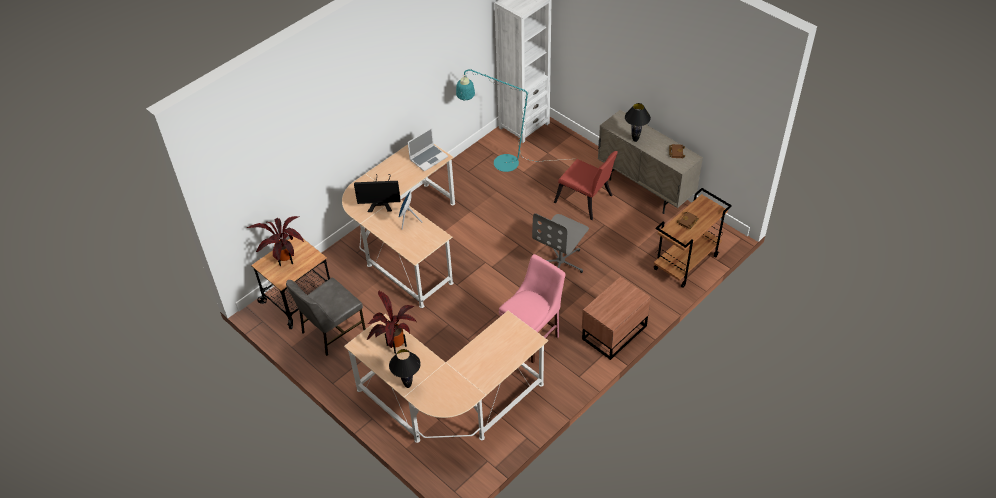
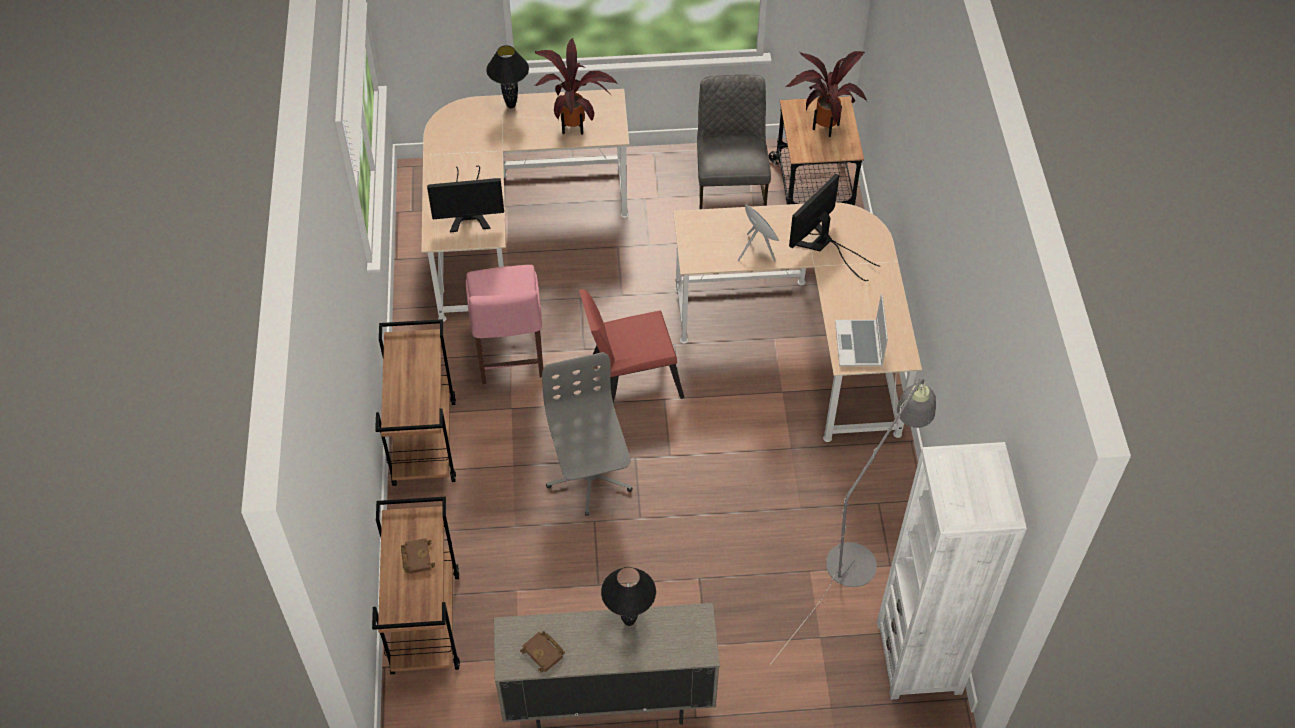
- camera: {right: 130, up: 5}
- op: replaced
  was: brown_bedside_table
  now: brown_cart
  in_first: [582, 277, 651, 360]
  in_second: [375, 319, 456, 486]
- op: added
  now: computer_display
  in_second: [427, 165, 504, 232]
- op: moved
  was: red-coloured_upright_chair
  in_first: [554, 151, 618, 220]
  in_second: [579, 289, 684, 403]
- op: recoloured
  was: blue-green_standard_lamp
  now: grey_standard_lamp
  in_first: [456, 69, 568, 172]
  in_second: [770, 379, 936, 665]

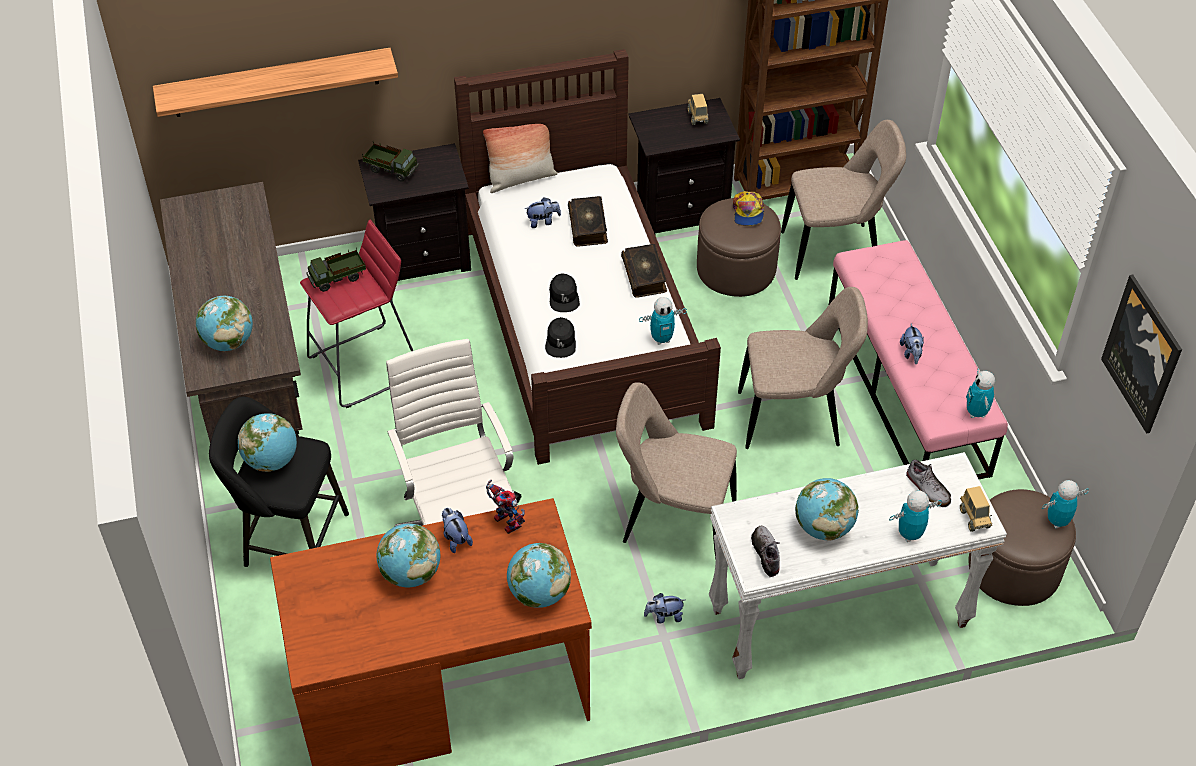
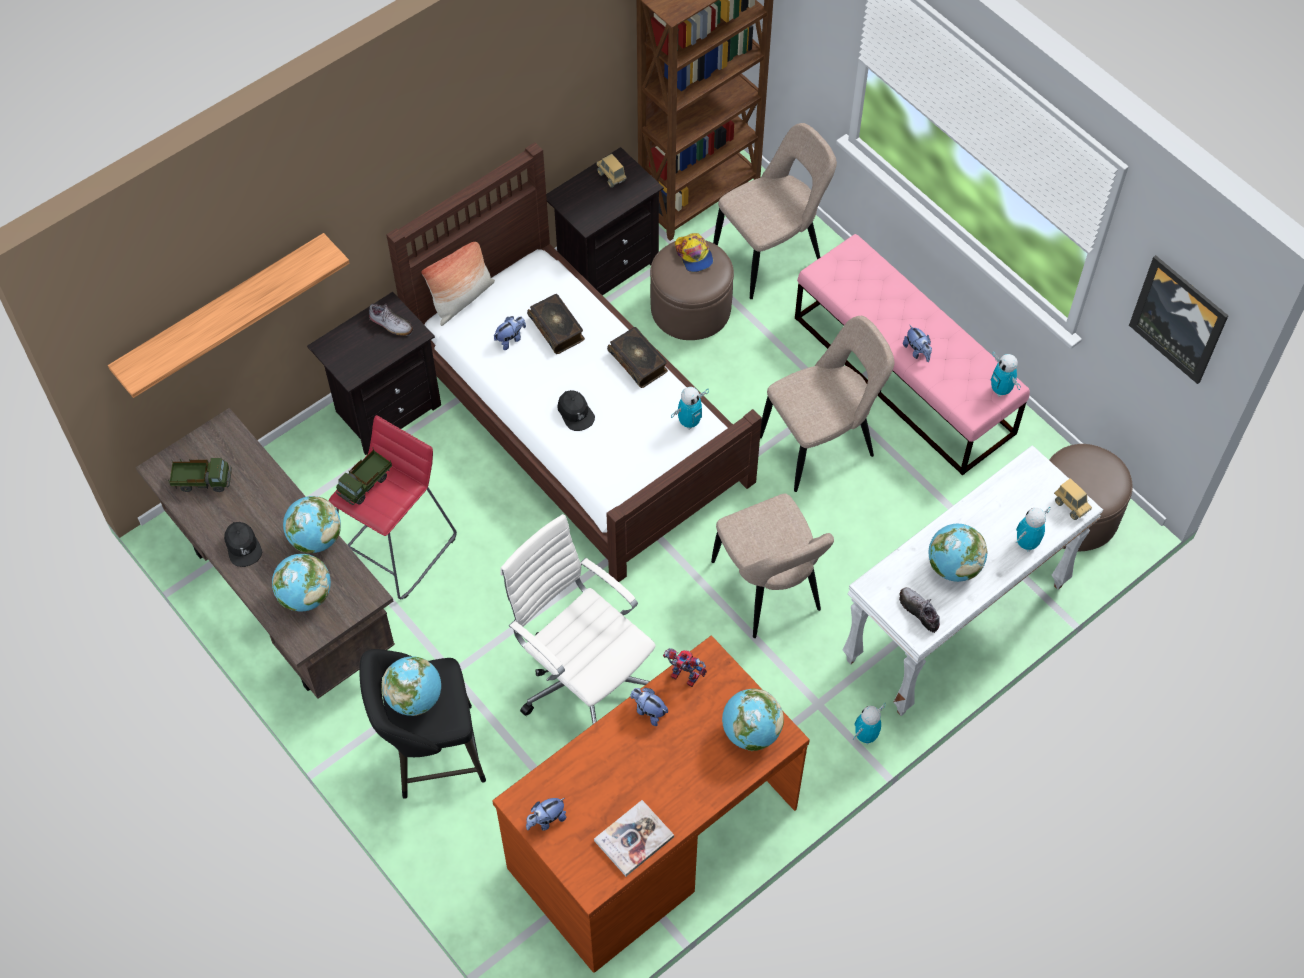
- camera: {right: -25, up: 10}
- op: moved
  was: toy_lorry
  in_first: [362, 142, 419, 181]
  in_second: [168, 458, 232, 492]
- op: moved
  was: black_peaked_cap
  in_first: [545, 317, 576, 358]
  in_second: [224, 522, 263, 567]
- op: moved
  was: world_globe
  in_first: [376, 524, 440, 587]
  in_second: [283, 496, 341, 553]
- op: moved
  was: item_of_footwear
  in_first: [906, 459, 951, 507]
  in_second: [369, 304, 413, 336]
- op: moved
  was: soft_toy
  in_first: [644, 593, 685, 623]
  in_second: [526, 798, 566, 831]
- op: added
  now: book
  in_second: [594, 800, 674, 876]
- op: turned
  was: sand-coloured_upright_chair
  in_first: [616, 382, 737, 559]
  in_second: [711, 494, 834, 638]
  clockwise: -105
- op: moved
  was: model_robot
  in_first: [1042, 480, 1089, 529]
  in_second: [853, 703, 886, 744]

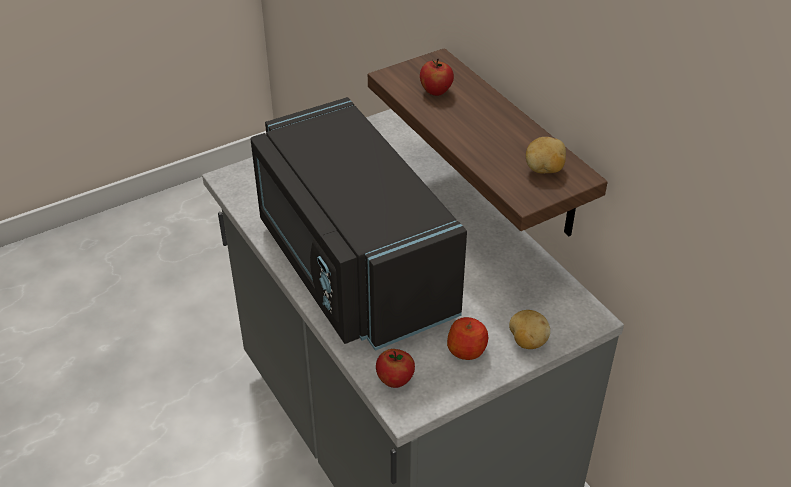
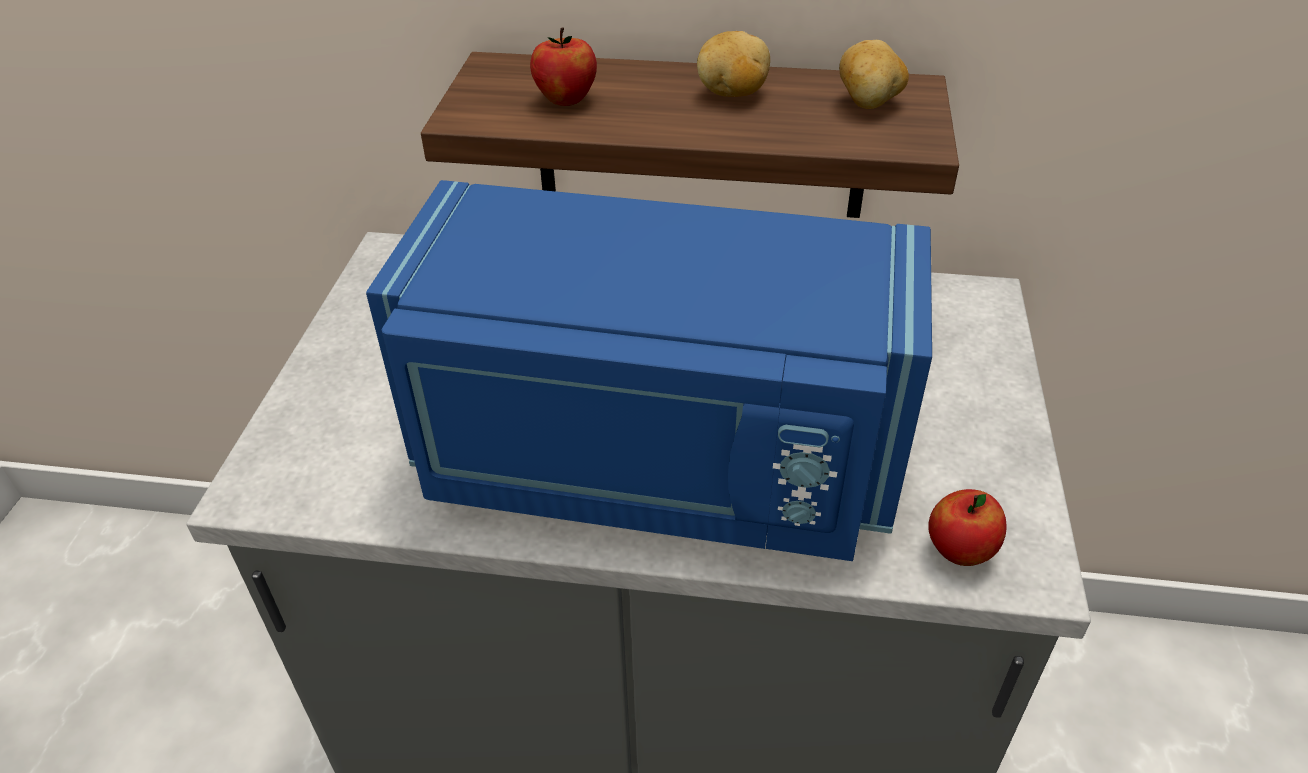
- camera: {right: -50, up: 0}
- op: recoloured
  was: black_kitchen_microwave
  now: bluish_kitchen_microwave
  in_first: [250, 97, 467, 350]
  in_second: [366, 180, 932, 561]
- op: moved
  was: spud
  in_first: [509, 310, 550, 349]
  in_second: [697, 31, 770, 97]
- op: removed
  was: apple_fruit
  in_first: [447, 317, 488, 360]

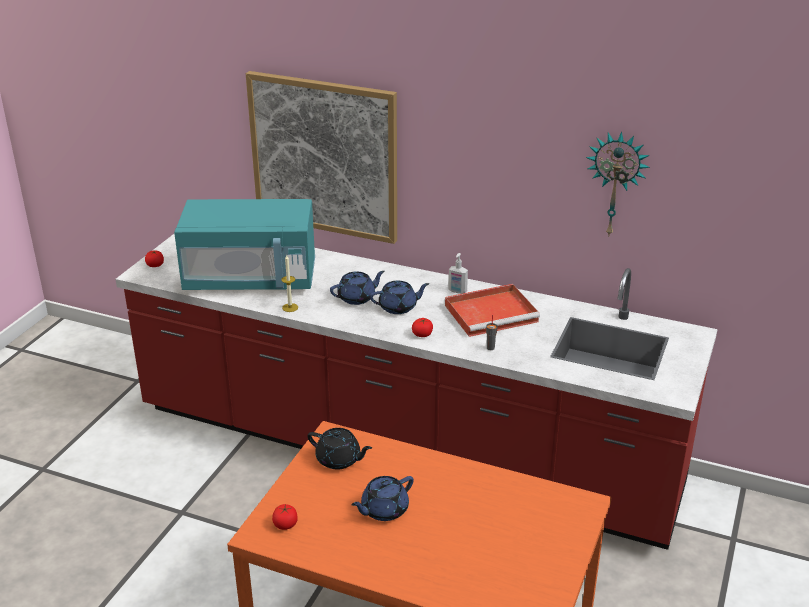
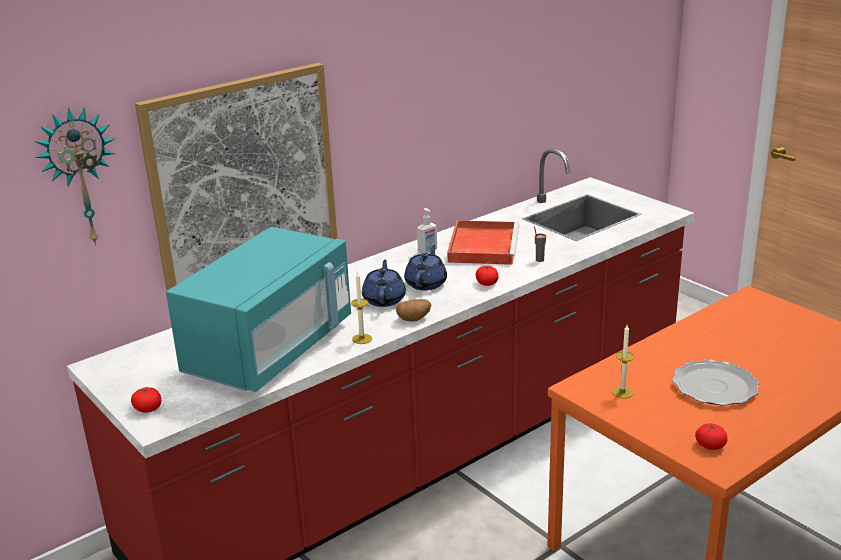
- camera: {right: -60, up: -5}
- op: moved
  was: clock_on_the_wall
  in_first: [586, 132, 650, 235]
  in_second: [35, 107, 115, 246]
- op: added
  now: spud
  in_second: [396, 299, 431, 321]
- op: replaced
  was: black_tea_pot
  now: candle
  in_first: [308, 428, 372, 470]
  in_second: [612, 325, 634, 399]
- op: replaced
  was: bluish_tea_pot
  now: dinner_plate
  in_first: [351, 476, 414, 521]
  in_second: [672, 359, 759, 406]

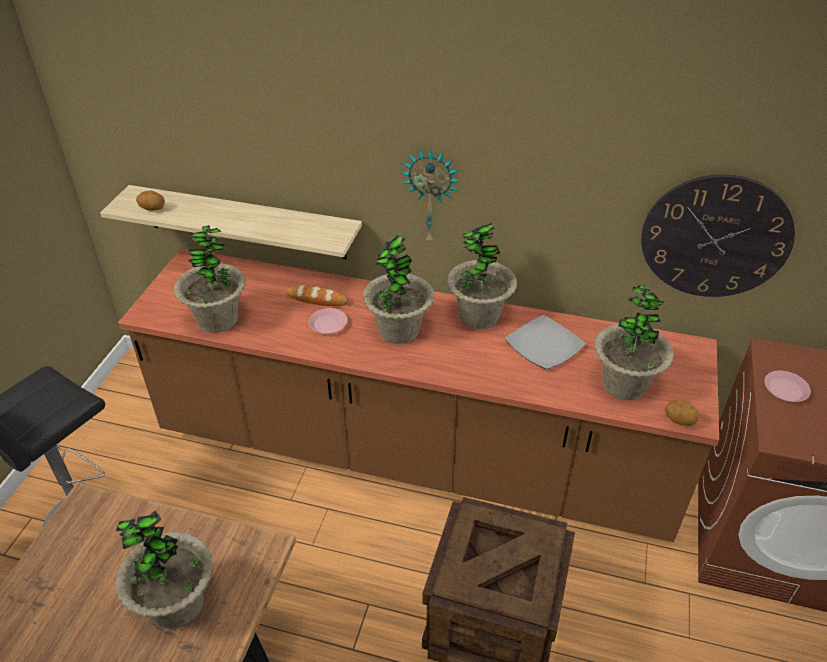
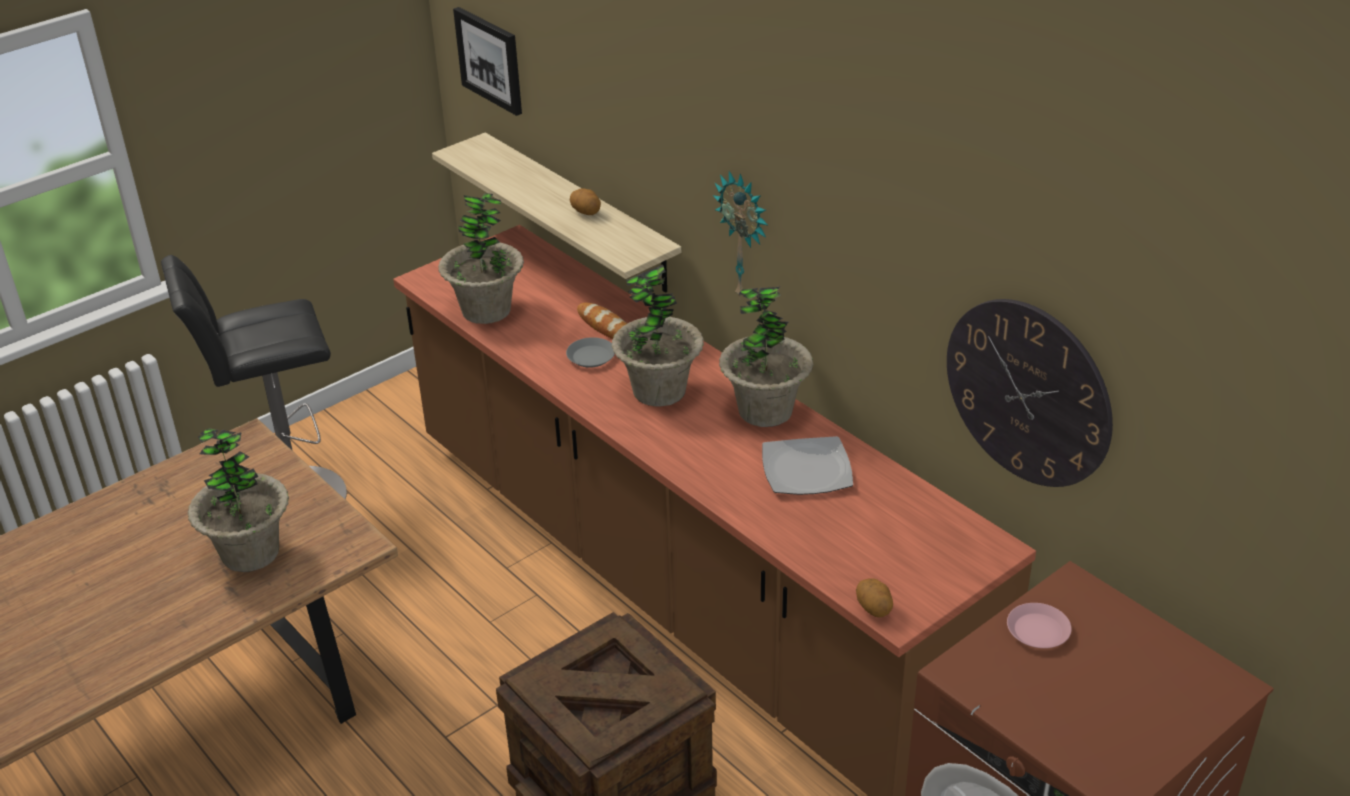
- camera: {right: 35, up: -5}
- op: added
  now: wall_picture
  in_second: [453, 7, 522, 116]
- op: recoloured
  was: pinkish_dinner_plate
  now: grey_dinner_plate
  in_first: [309, 308, 348, 334]
  in_second: [566, 337, 615, 368]
- op: moved
  was: spud
  in_first: [136, 191, 165, 210]
  in_second: [570, 188, 601, 215]
- op: removed
  was: potted_plant
  in_first: [594, 285, 674, 400]

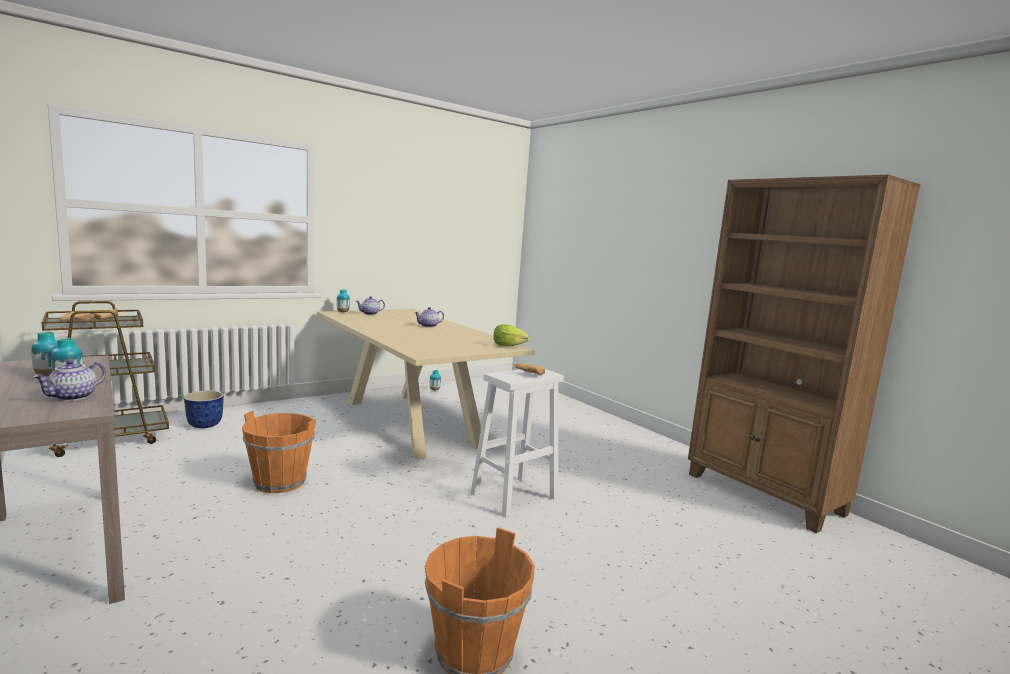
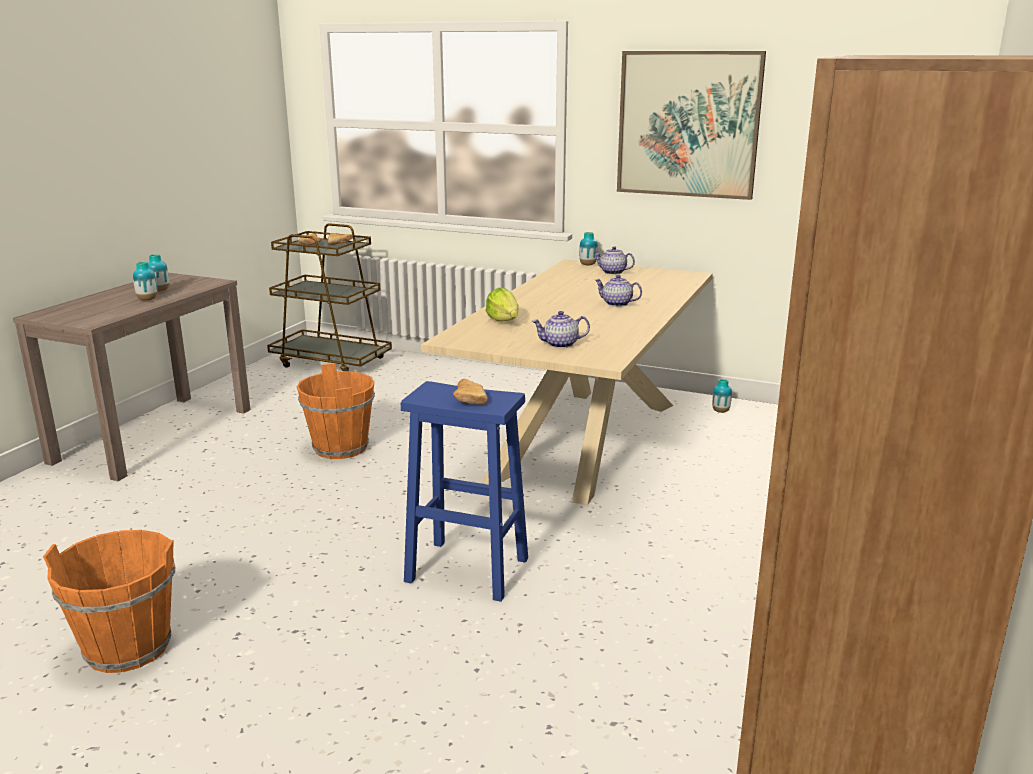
- camera: {right: 60, up: 10}
- op: recoloured
  was: white-coloured_stool
  now: bluish_stool
  in_first: [471, 369, 564, 517]
  in_second: [401, 381, 528, 602]
- op: moved
  was: lettuce_head
  in_first: [493, 324, 529, 347]
  in_second: [486, 288, 519, 322]
- op: moved
  was: tea_pot
  in_first: [33, 360, 106, 401]
  in_second: [532, 311, 590, 348]
- op: added
  now: wall_picture
  in_second: [617, 51, 766, 200]
- op: removed
  was: plant_pot
  in_first: [184, 390, 224, 428]

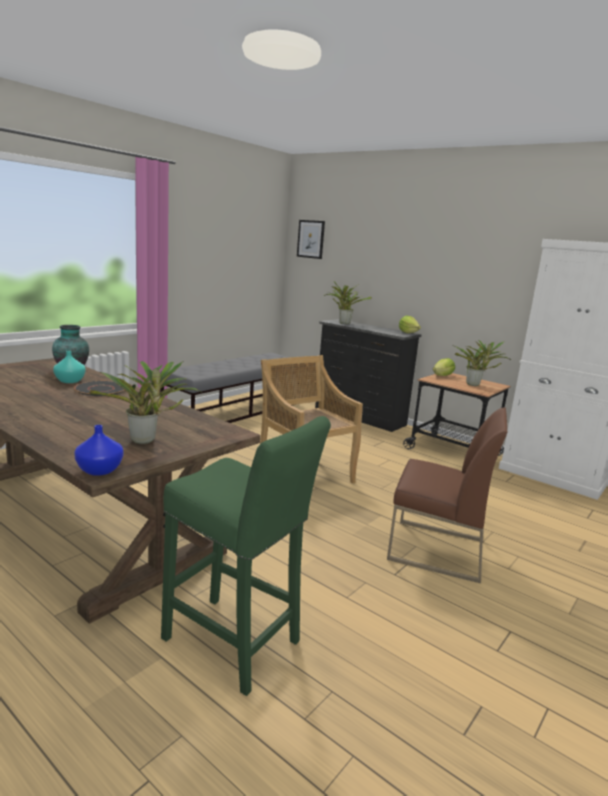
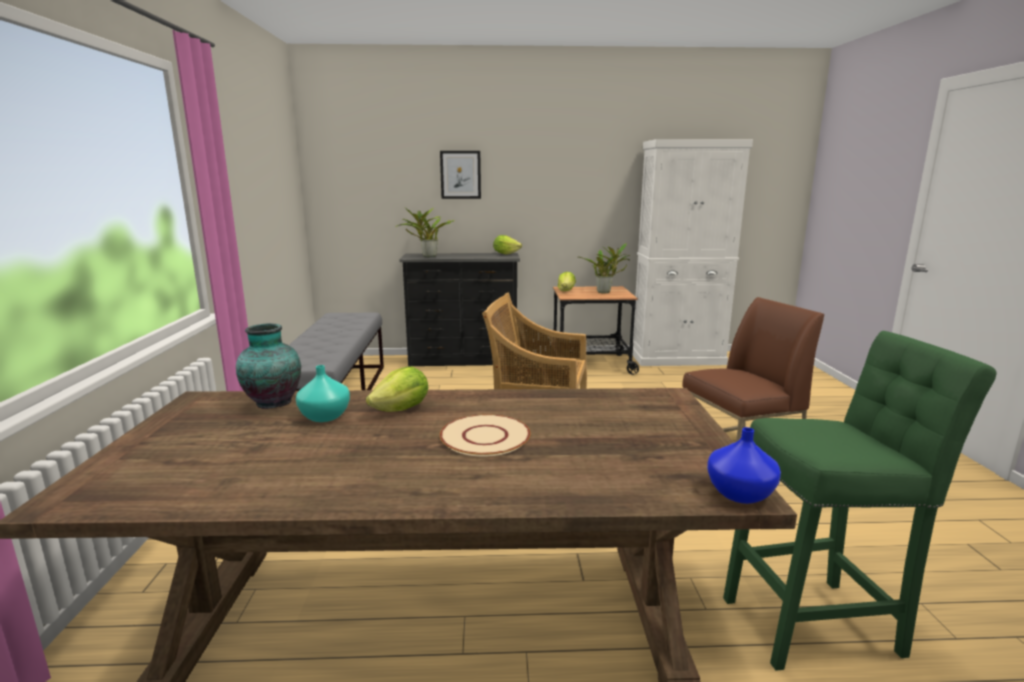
- camera: {right: -40, up: 0}
- op: replaced
  was: black_dinner_plate
  now: lettuce_head
  in_first: [74, 381, 125, 396]
  in_second: [366, 367, 428, 412]
- op: moved
  was: wall_picture
  in_first: [297, 220, 325, 259]
  in_second: [440, 151, 481, 199]
- op: added
  now: sand-coloured_dinner_plate
  in_second: [440, 414, 531, 457]
- op: removed
  was: potted_plant
  in_first: [89, 361, 202, 444]

